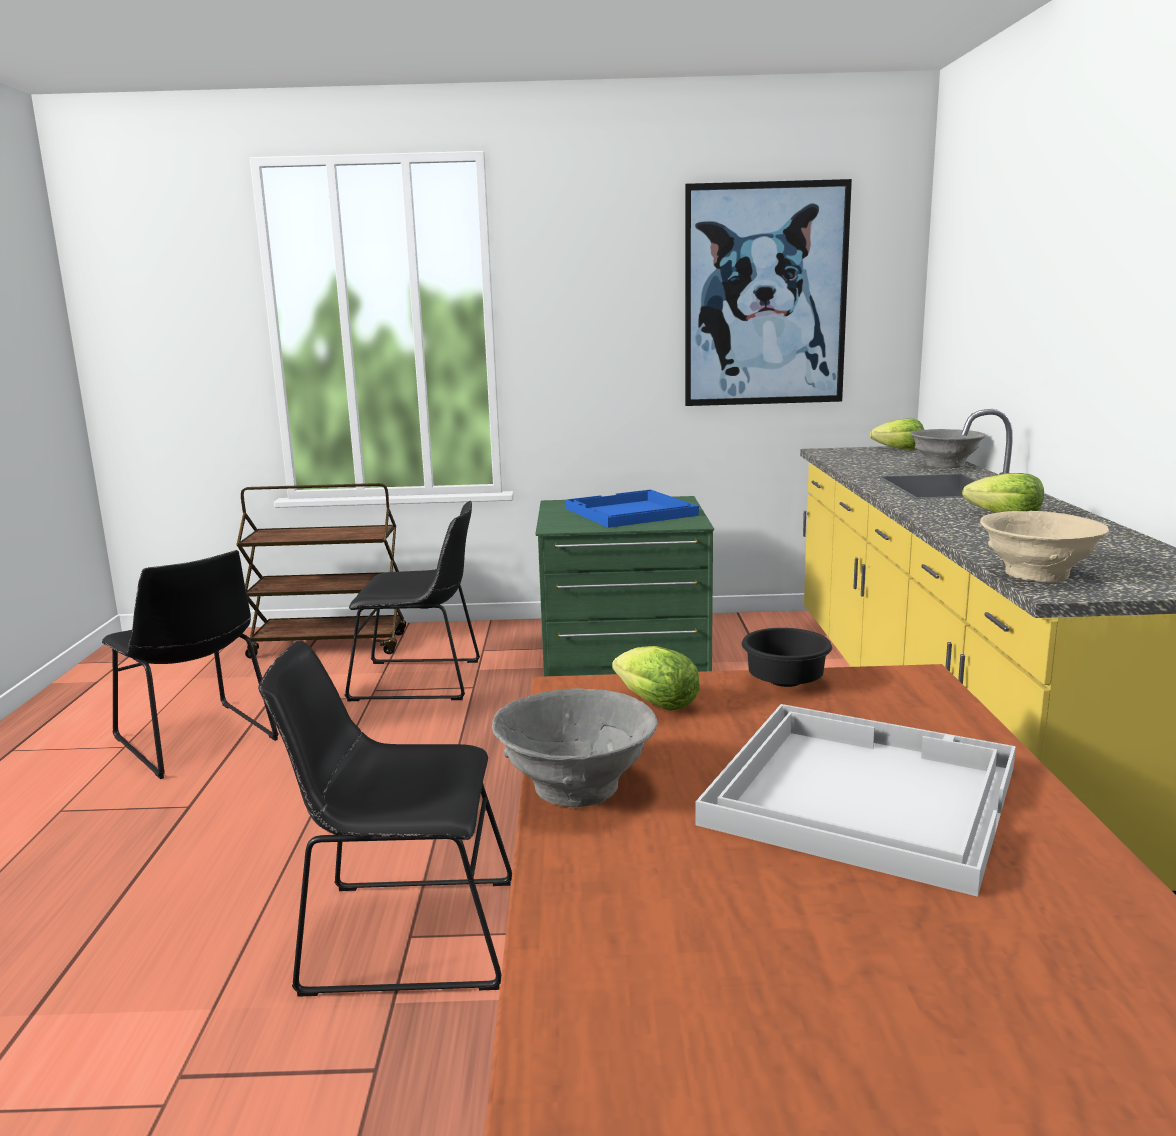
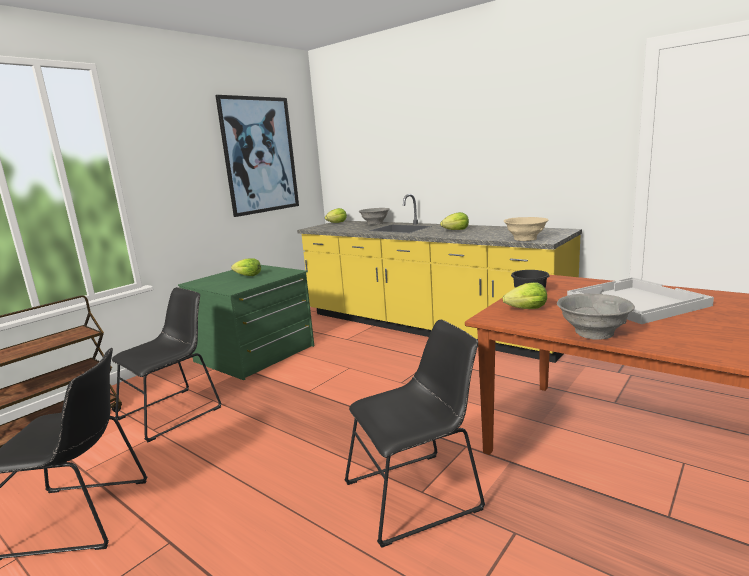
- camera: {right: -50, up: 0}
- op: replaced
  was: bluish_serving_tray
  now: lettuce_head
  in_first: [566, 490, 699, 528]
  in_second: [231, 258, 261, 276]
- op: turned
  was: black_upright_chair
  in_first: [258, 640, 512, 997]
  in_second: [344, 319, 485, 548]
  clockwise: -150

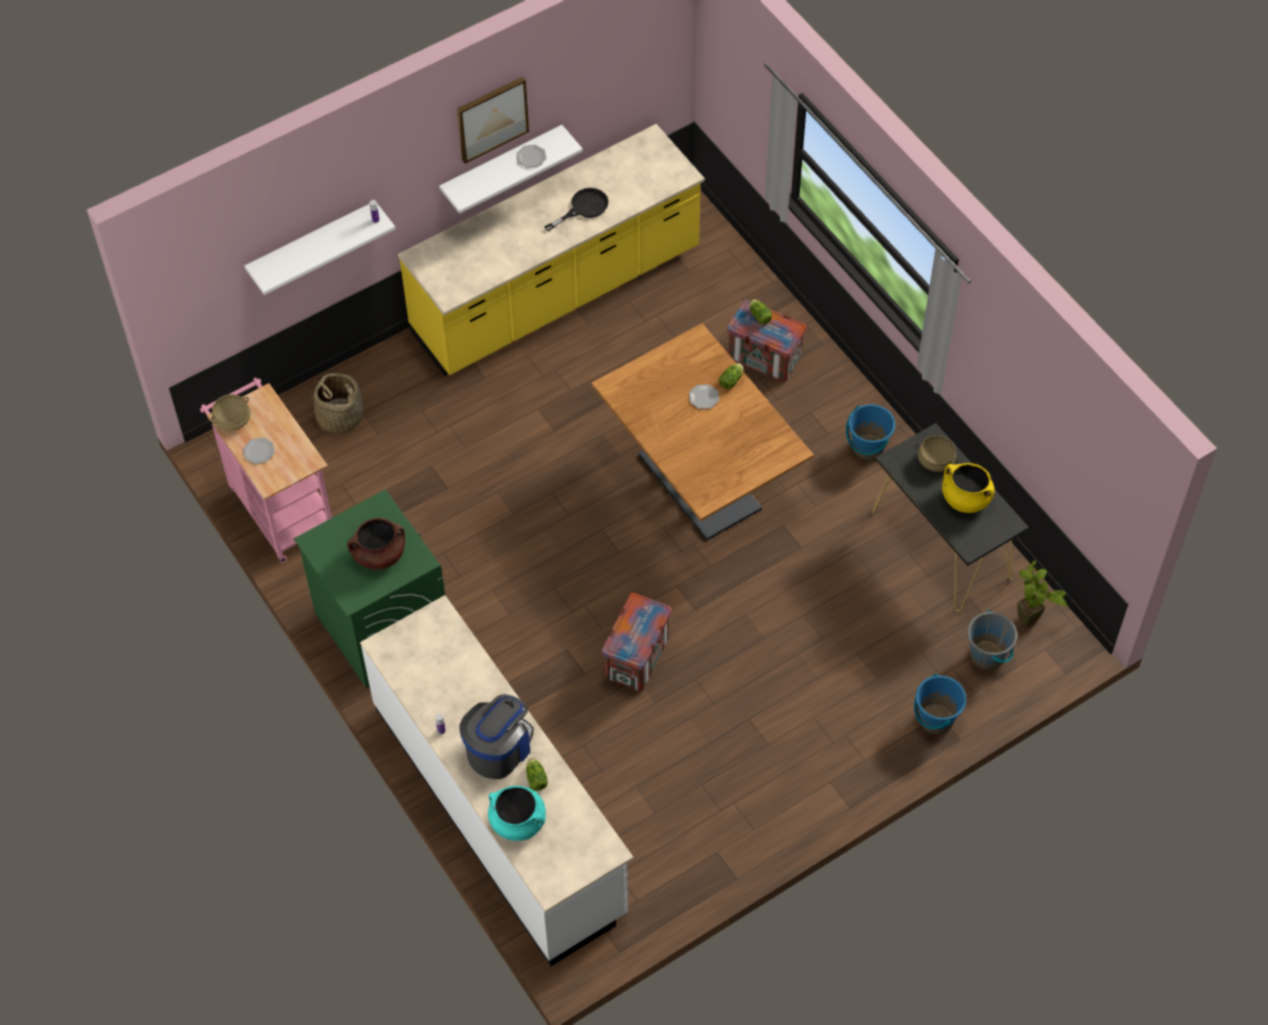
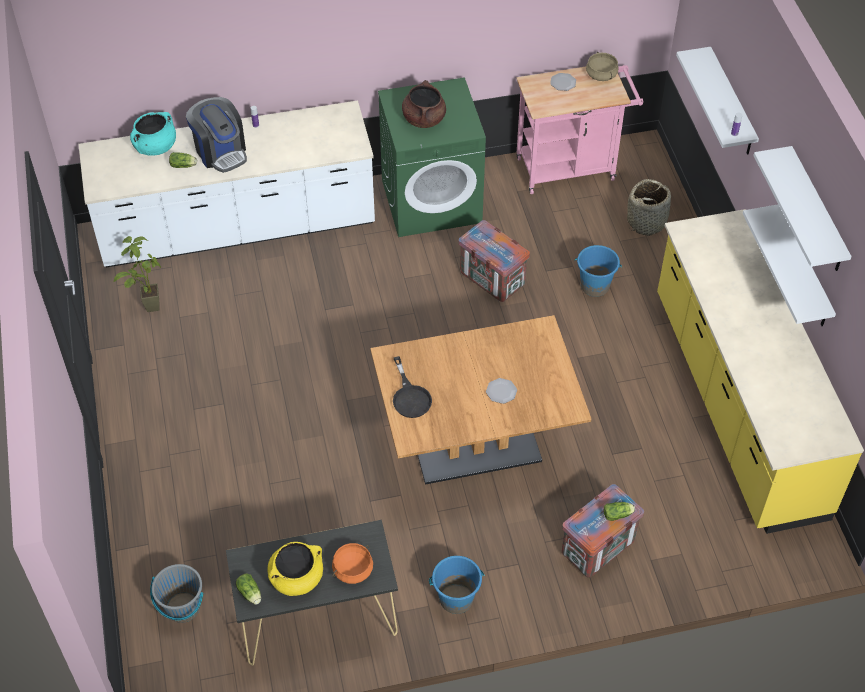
- camera: {right: 110, up: -5}
- op: moved
  was: potted_plant
  in_first: [1017, 560, 1067, 627]
  in_second: [114, 236, 161, 312]
- op: moved
  was: lettuce_head
  in_first: [719, 363, 743, 389]
  in_second: [236, 574, 261, 605]
- op: recoloured
  was: sand-coloured_saucepot
  now: orangey_saucepot
  in_first: [915, 435, 958, 472]
  in_second: [332, 543, 373, 584]
- op: moved
  was: black_frying_pan
  in_first: [544, 188, 609, 231]
  in_second: [393, 356, 432, 418]
- op: moved
  was: crate
  in_first: [602, 593, 671, 691]
  in_second: [459, 220, 530, 302]
- op: moved
  was: bluish_bucket
  in_first: [914, 674, 966, 734]
  in_second: [575, 245, 622, 297]
- op: replaced
  was: wall_picture
  now: white-coloured_wall_shelf
  in_first: [457, 77, 529, 164]
  in_second: [753, 146, 852, 271]
- op: removed
  was: dinner_plate
  in_first: [517, 145, 546, 168]

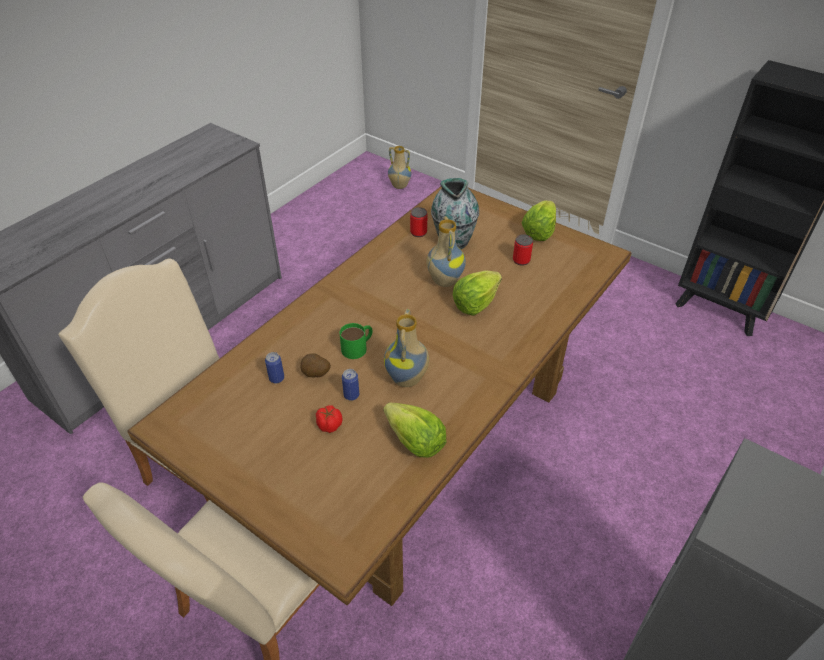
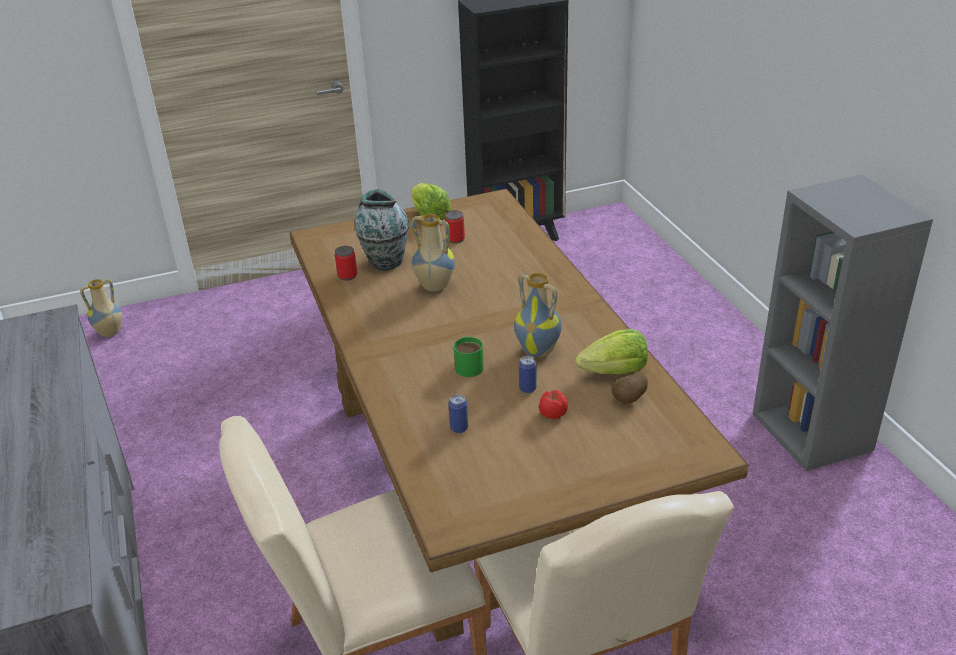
- camera: {right: -55, up: -10}
- op: moved
  was: spud
  in_first: [300, 353, 331, 377]
  in_second: [612, 374, 648, 404]
- op: removed
  was: lettuce_head
  in_first: [453, 270, 502, 316]

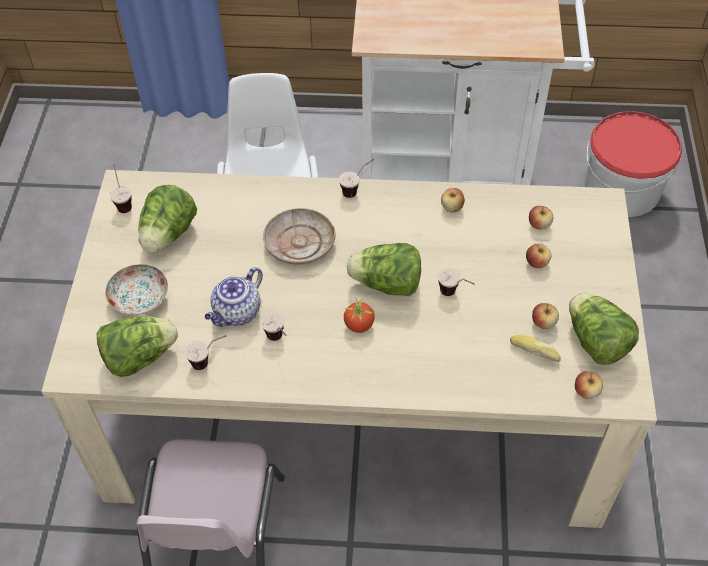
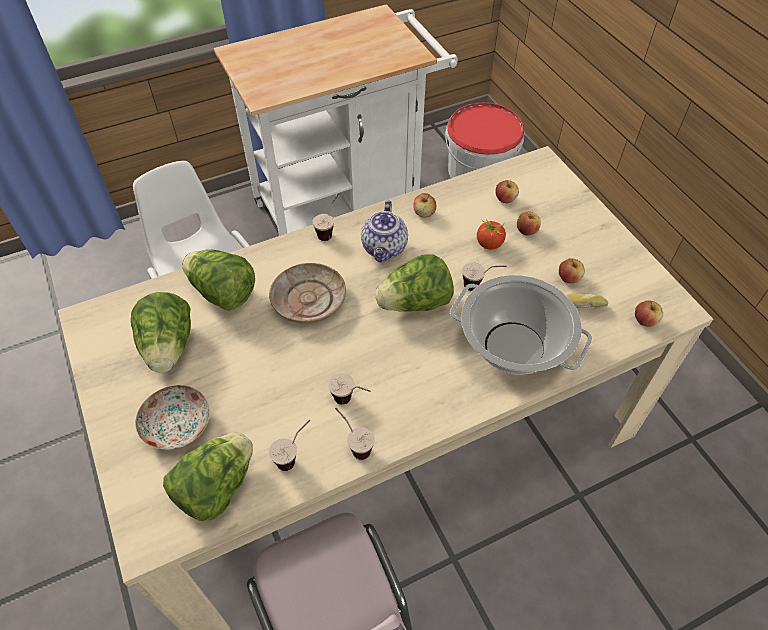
- camera: {right: -30, up: 0}
- op: moved
  was: lettuce_head
  in_first: [569, 293, 639, 365]
  in_second: [182, 249, 255, 311]
- op: moved
  was: cup
  in_first: [110, 164, 132, 213]
  in_second: [335, 408, 375, 460]
- op: moved
  was: tea_pot
  in_first: [205, 267, 263, 327]
  in_second: [361, 200, 408, 263]
- op: added
  now: saucepot
  in_second: [450, 275, 592, 375]
- op: moved
  was: whole_tomato
  in_first: [344, 299, 374, 333]
  in_second: [477, 219, 506, 250]

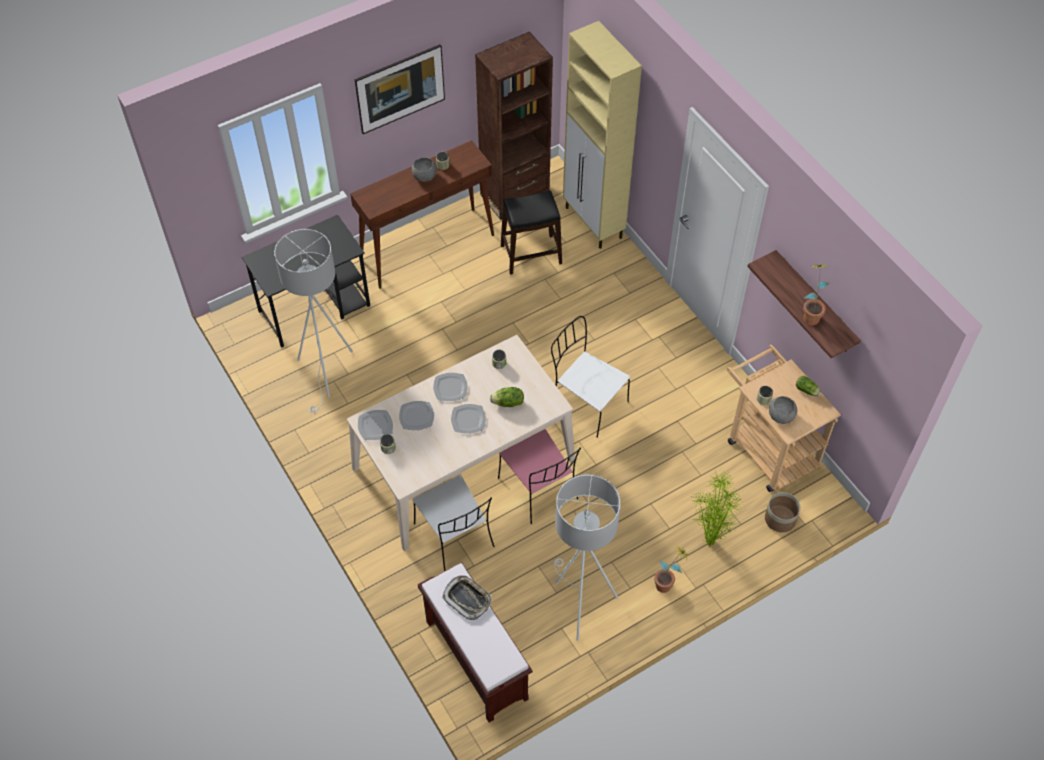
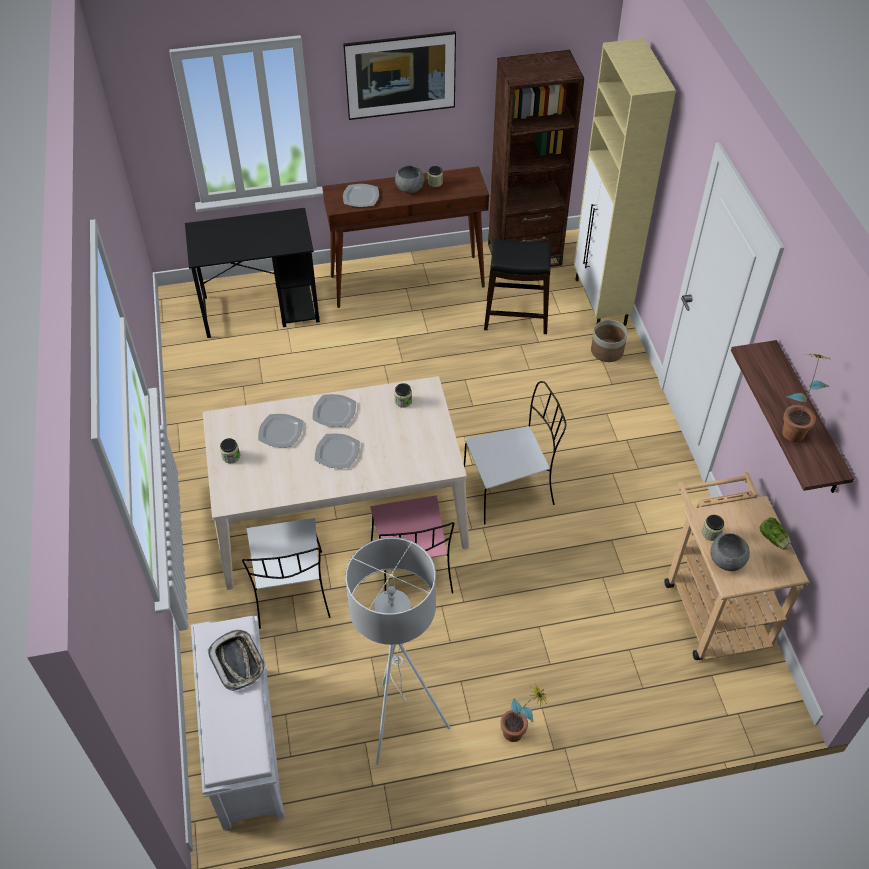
- camera: {right: 20, up: -5}
- op: recoloured
  was: brown_long_seat
  now: white-coloured_long_seat
  in_first: [418, 562, 533, 722]
  in_second: [191, 616, 285, 830]
- op: moved
  was: dinner_plate
  in_first: [358, 410, 393, 440]
  in_second: [343, 184, 379, 207]
- op: turned
  was: white-coloured_upright_chair
  in_first: [551, 316, 631, 438]
  in_second: [464, 381, 566, 524]
  clockwise: 105
- op: moved
  was: plant_pot
  in_first: [765, 492, 801, 532]
  in_second: [591, 320, 627, 362]
- op: removed
  was: white-coloured_standard_lamp
  in_first: [274, 229, 353, 413]
- op: removed
  was: lettuce_head
  in_first: [490, 387, 524, 407]
- op: removed
  was: potted_plant
  in_first: [691, 470, 743, 547]

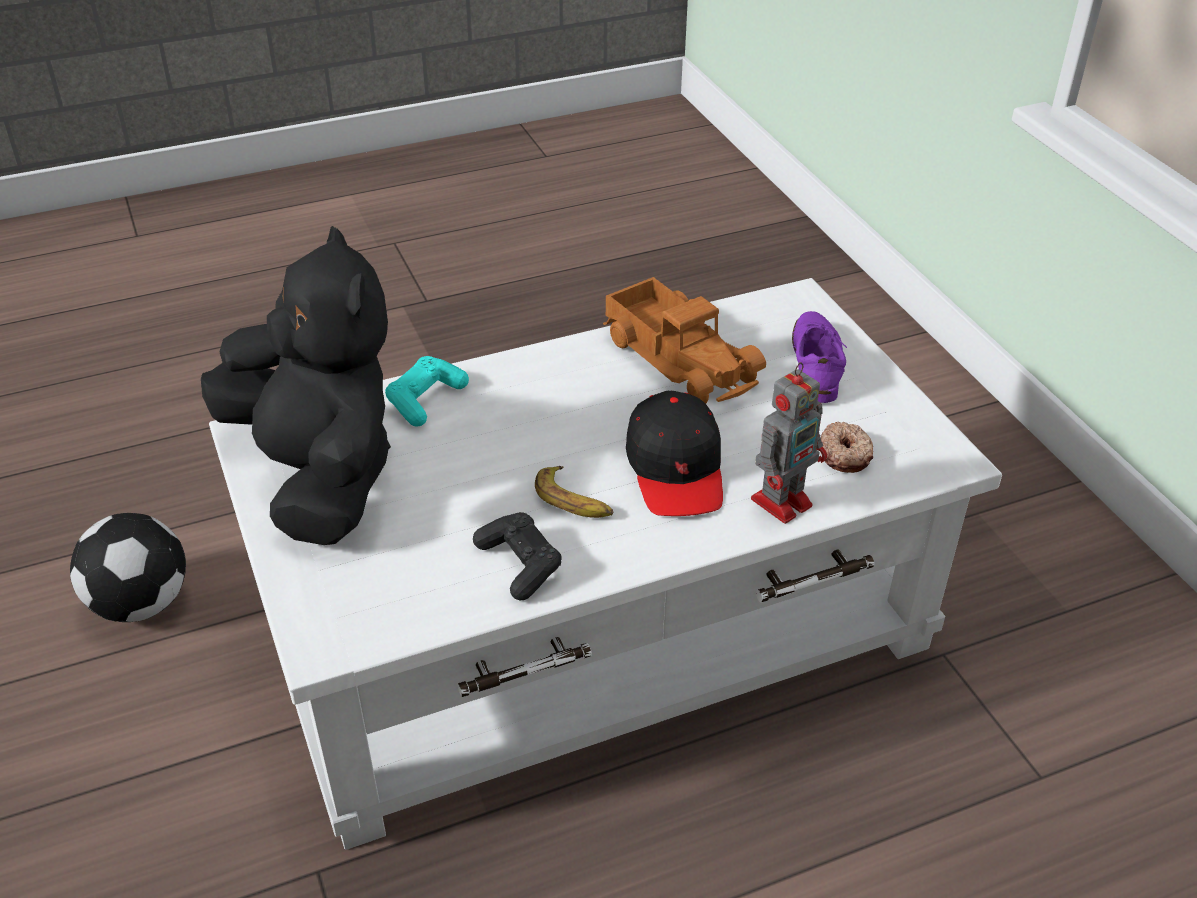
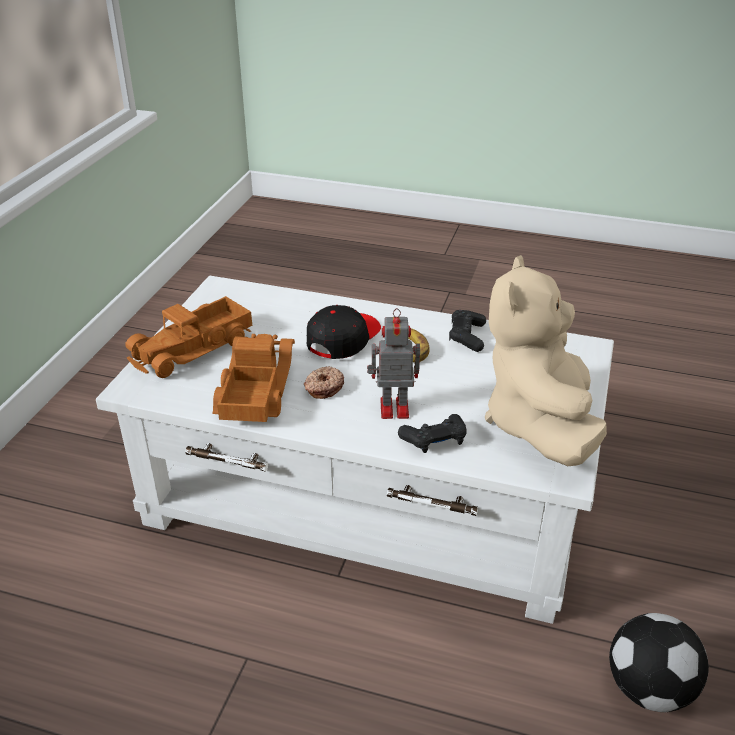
- camera: {right: -140, up: -5}
- op: replaced
  was: purple-coloured_item_of_footwear
  now: toy_lorry
  in_first: [792, 311, 847, 403]
  in_second: [125, 296, 252, 378]
- op: moved
  was: ring_doughnut
  in_first: [821, 421, 873, 473]
  in_second: [304, 366, 344, 399]
- op: moved
  was: model_robot
  in_first: [751, 362, 827, 524]
  in_second: [367, 308, 420, 419]
- op: recoloured
  was: blue-green_game_controller
  now: black_game_controller
  in_first: [385, 356, 469, 426]
  in_second: [398, 414, 467, 453]
- op: recoloured
  was: black_soft_toy
  now: sand-coloured_soft_toy
  in_first: [201, 226, 391, 545]
  in_second: [485, 255, 607, 466]

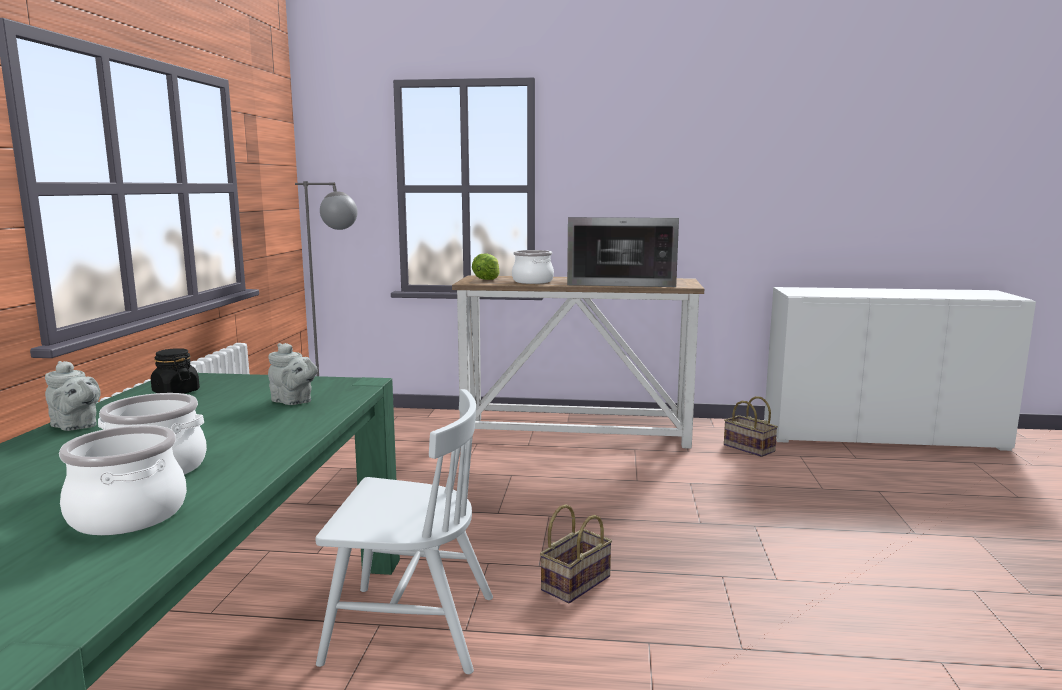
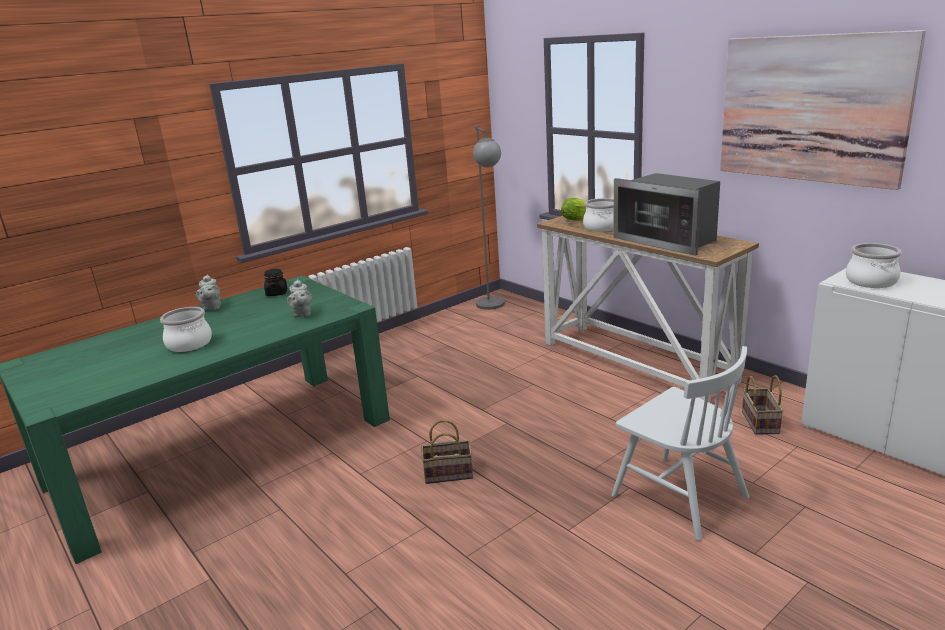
- camera: {right: 45, up: 10}
- op: moved
  was: white-coloured_upright_chair
  in_first: [316, 389, 493, 674]
  in_second: [612, 346, 750, 541]
- op: added
  now: wall_picture
  in_second: [720, 30, 926, 190]
- op: moved
  was: saucepot
  in_first: [59, 425, 187, 535]
  in_second: [846, 243, 902, 288]

